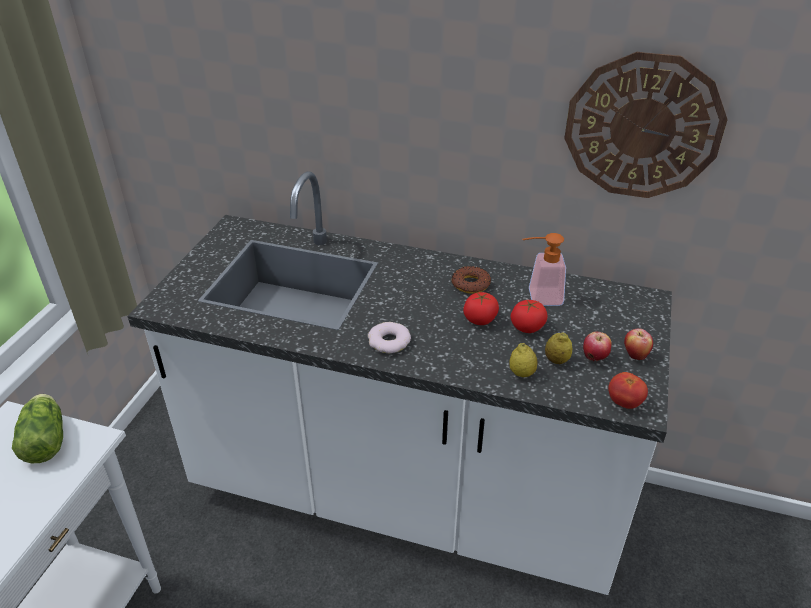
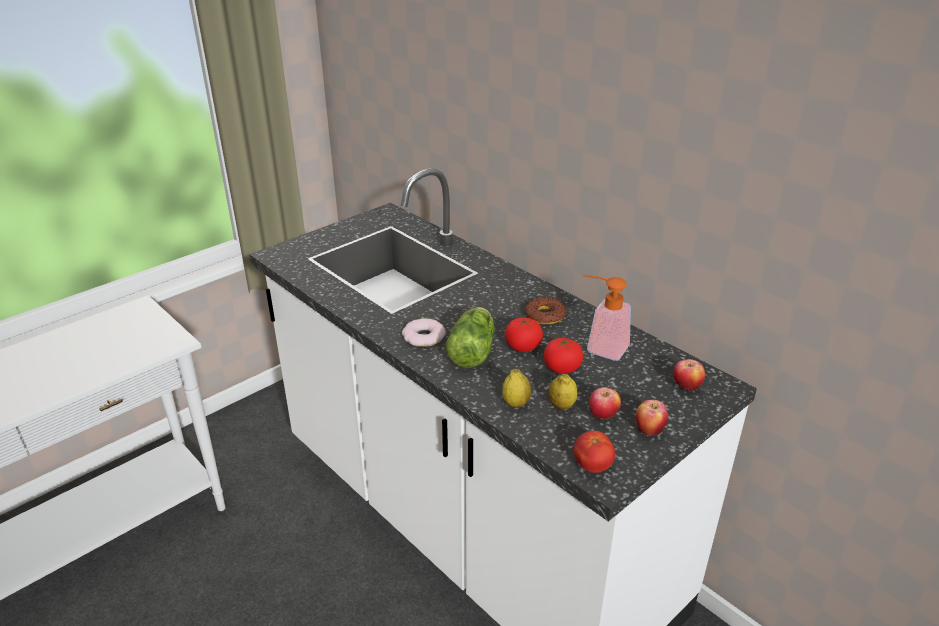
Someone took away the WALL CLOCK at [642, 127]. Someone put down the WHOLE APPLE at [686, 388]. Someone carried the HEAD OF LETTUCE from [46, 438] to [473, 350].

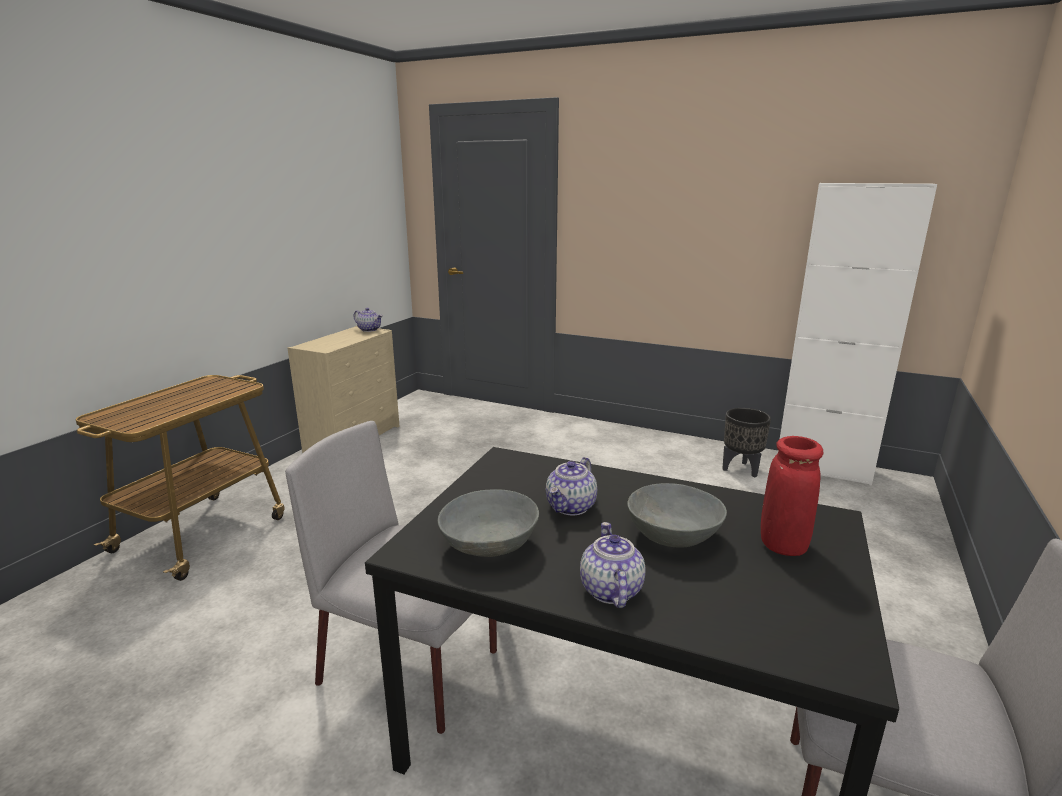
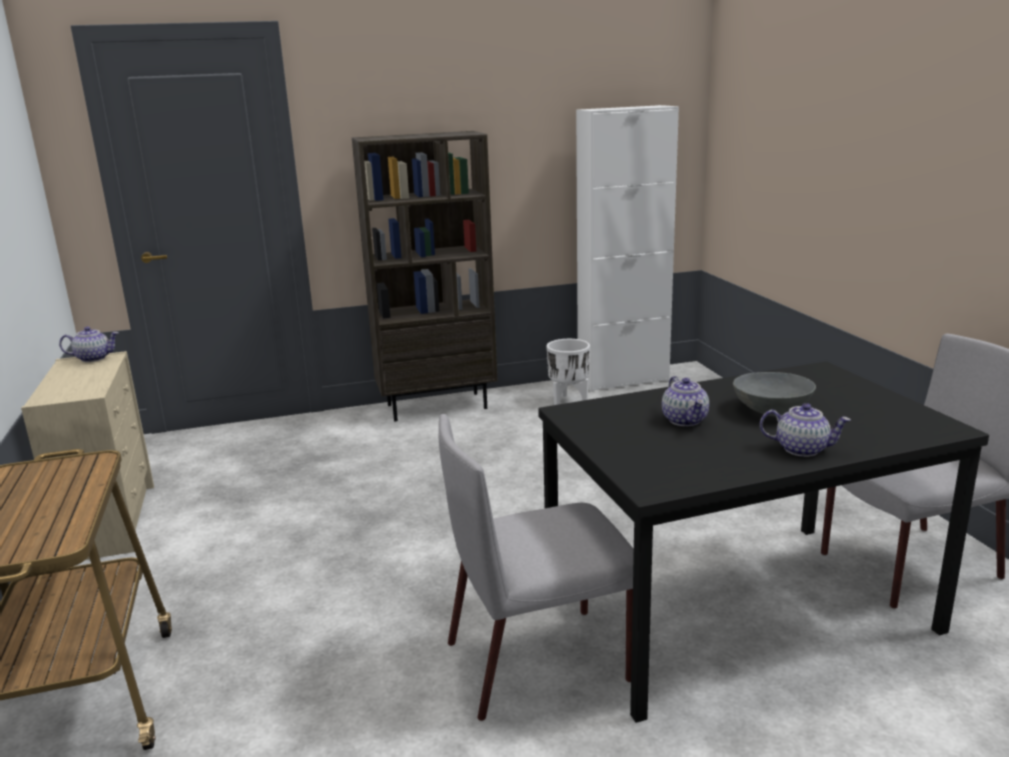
Someone took away the GREYISH SERVING BOWL at [490, 544]. Someone took away the RED VASE at [783, 545]. Someone put down the BROWN SHELVING UNIT at [437, 406]. Someone repainted the BLACK PLANT POT at [741, 469], which became the WHITE PLANT POT at [568, 401]. Someone rotated the TEAPOT at [610, 590] by 150 degrees clockwise.

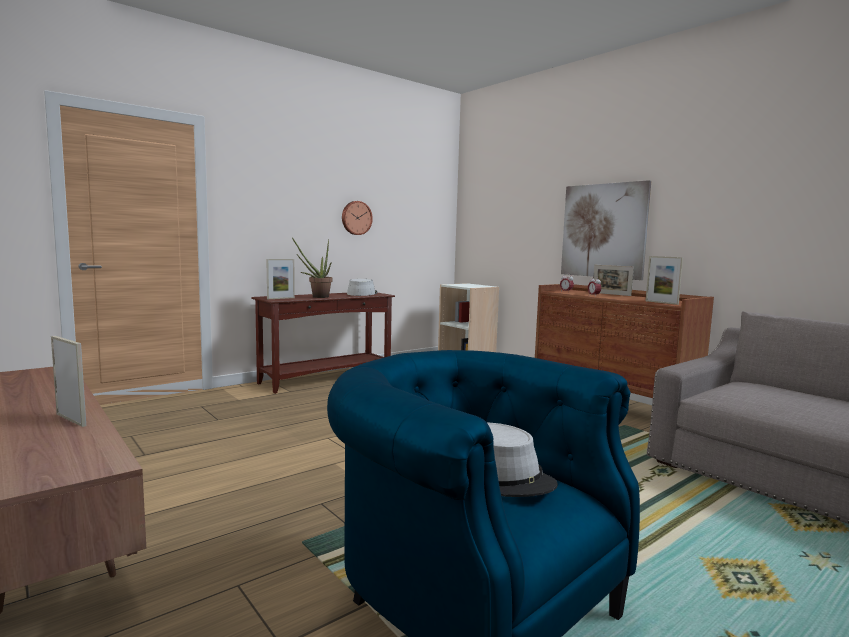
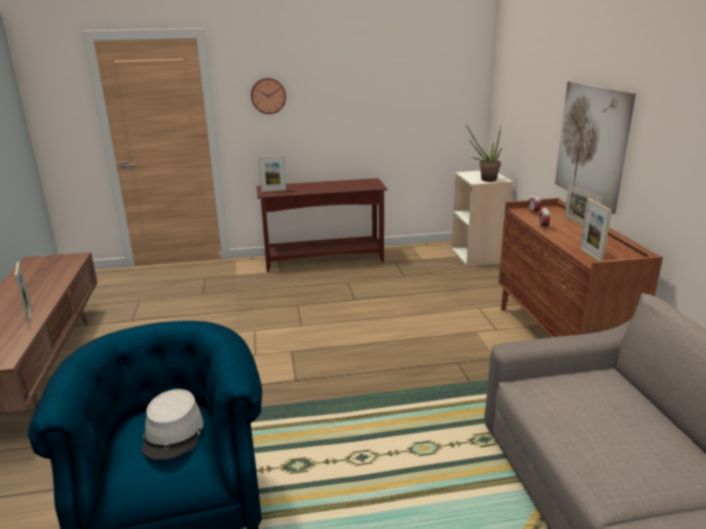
Someone took away the GREYISH HAT at [362, 293]. Someone carried the HOUSEPLANT from [316, 297] to [485, 179]. Someone carried the WALL CLOCK from [356, 218] to [268, 95].

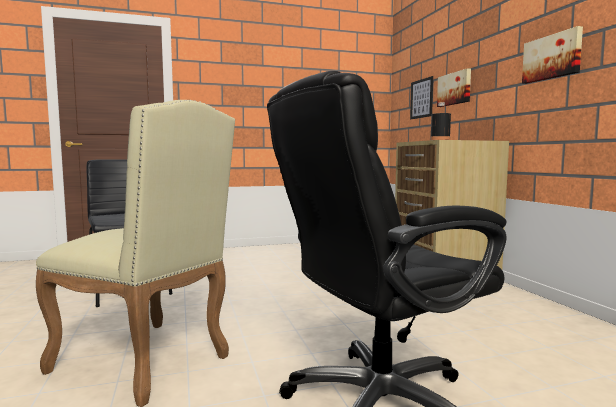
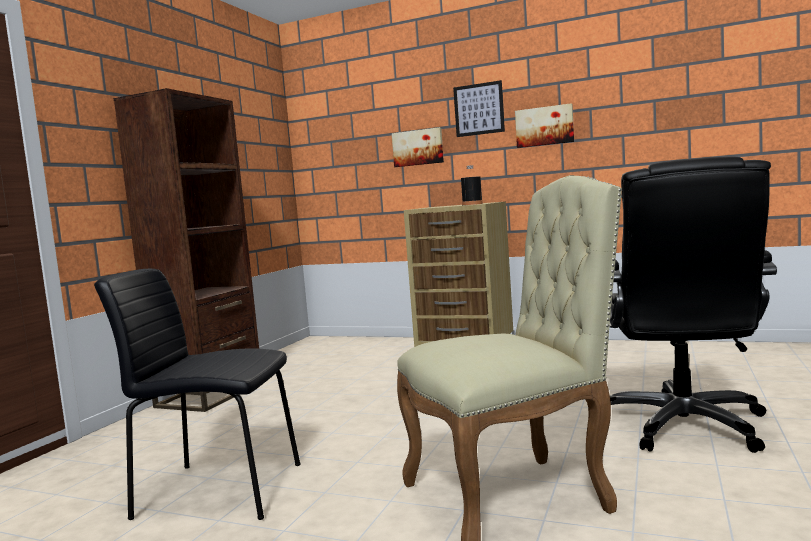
Someone put down the BROWN SHELVING UNIT at [211, 394]. Someone carried the WALL PICTURE from [421, 98] to [479, 109].

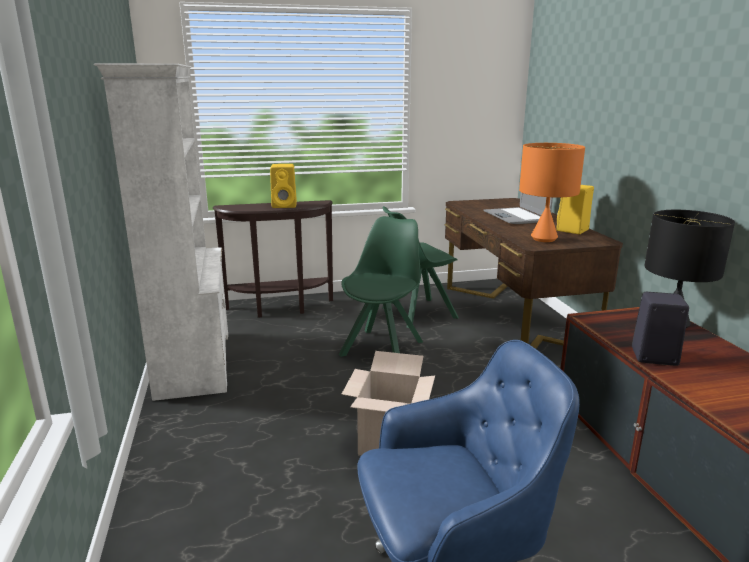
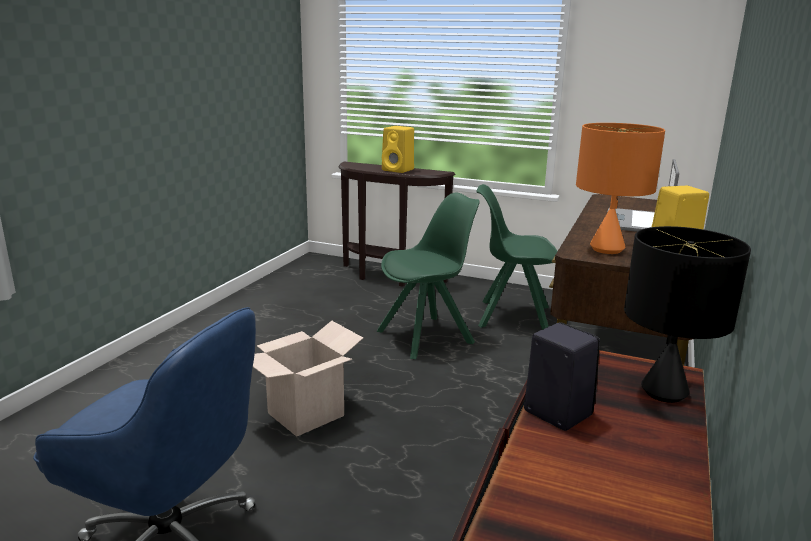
Someone took away the WHITE SHELVING UNIT at [193, 362].

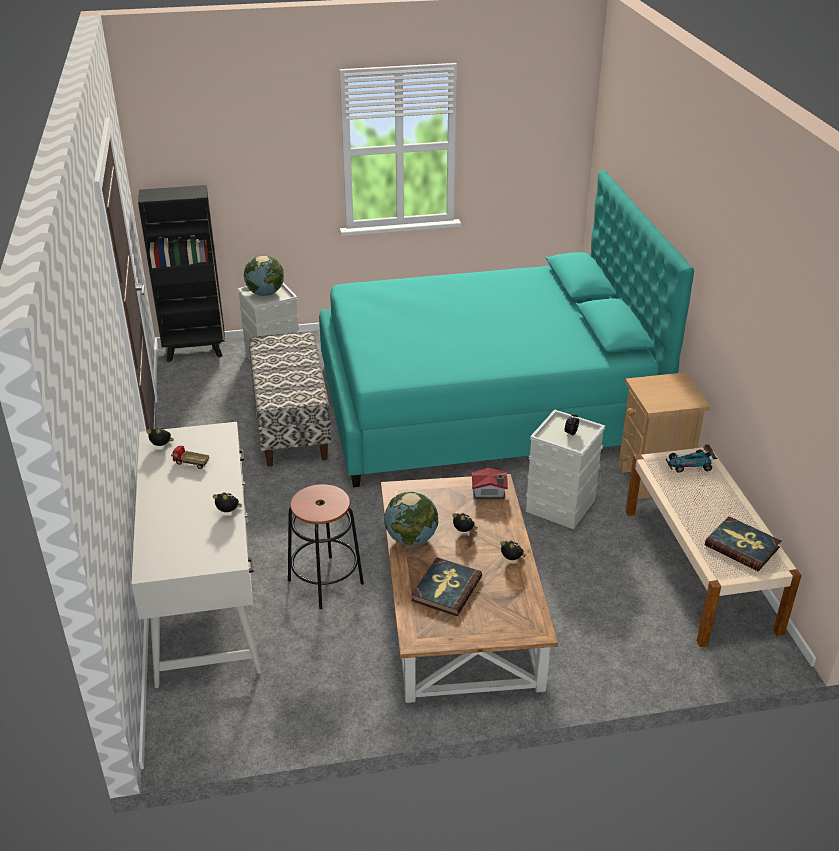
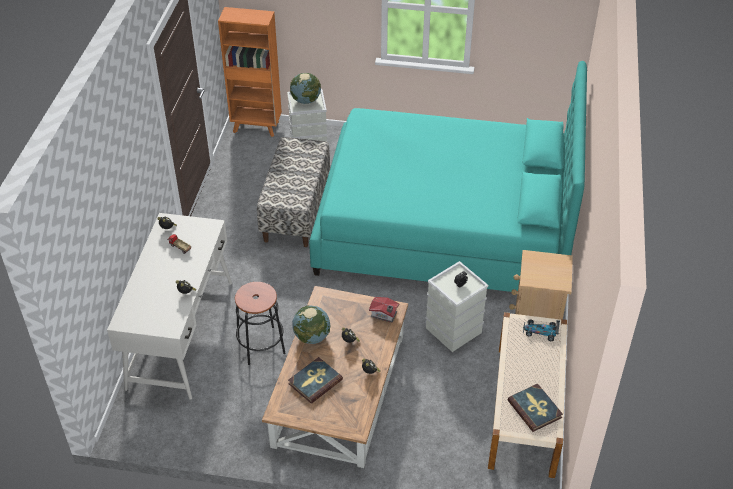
Someone repainted the BLACK SHELVING UNIT at [196, 351], which became the ORANGE SHELVING UNIT at [257, 127].

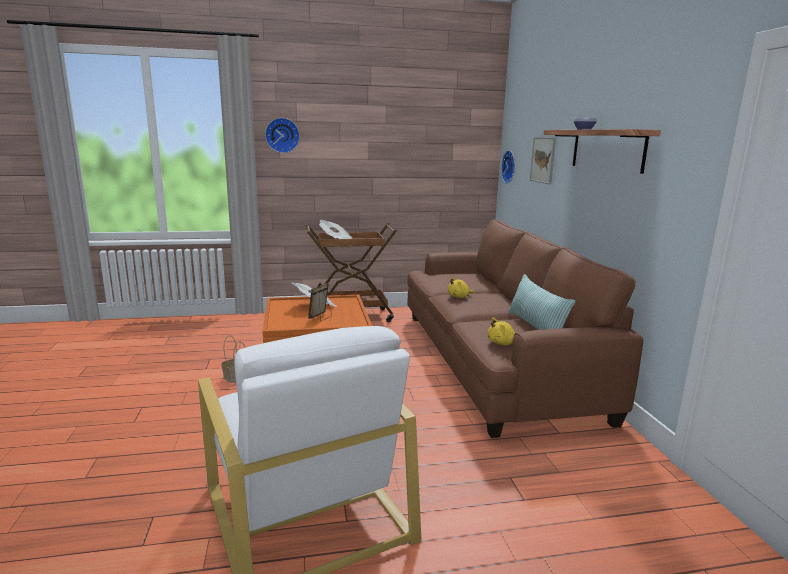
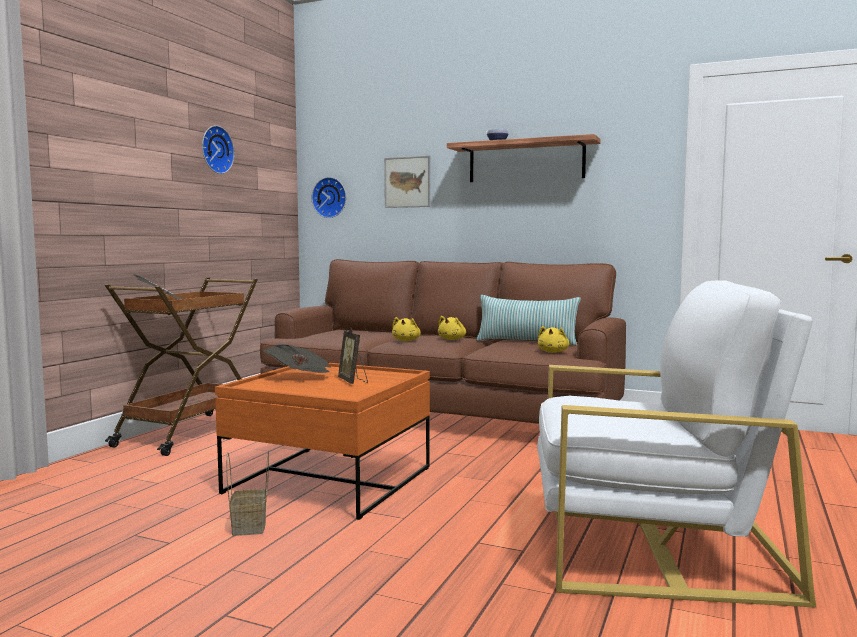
Someone put down the YELLOW PLUSH TOY at [452, 339]. Someone carried the WALL CLOCK from [282, 135] to [215, 150].

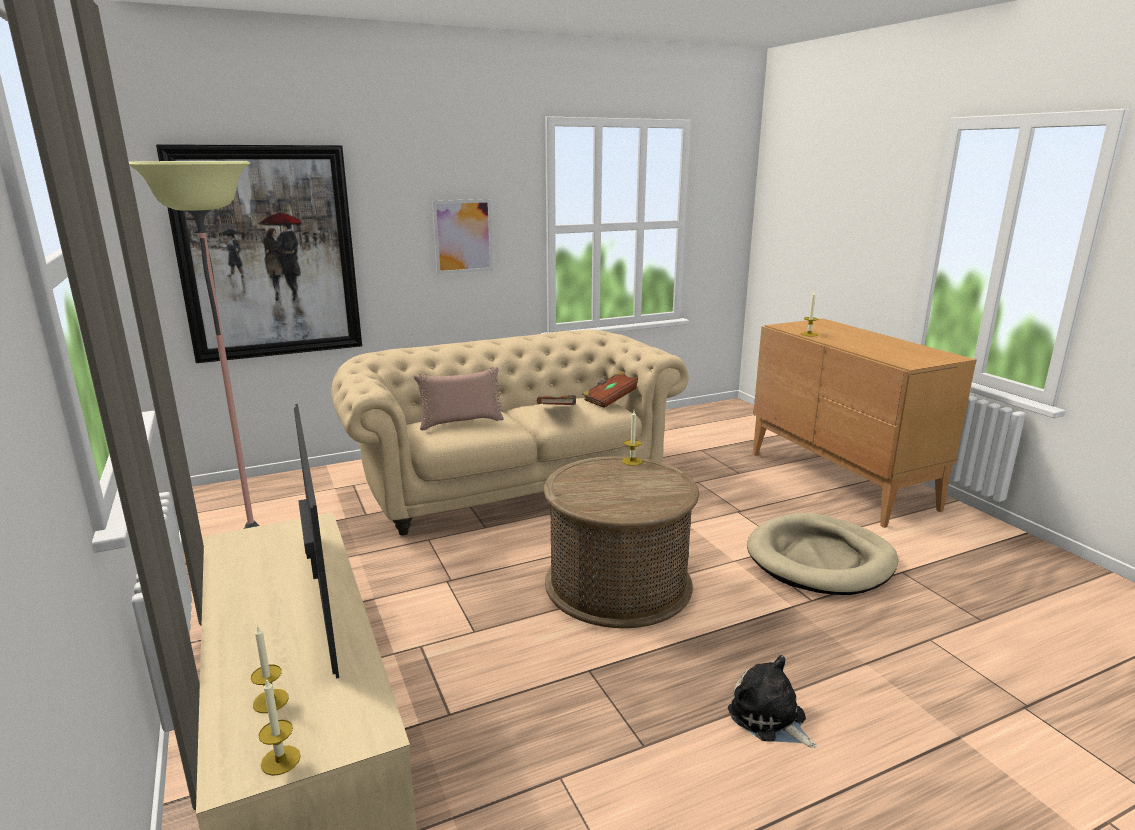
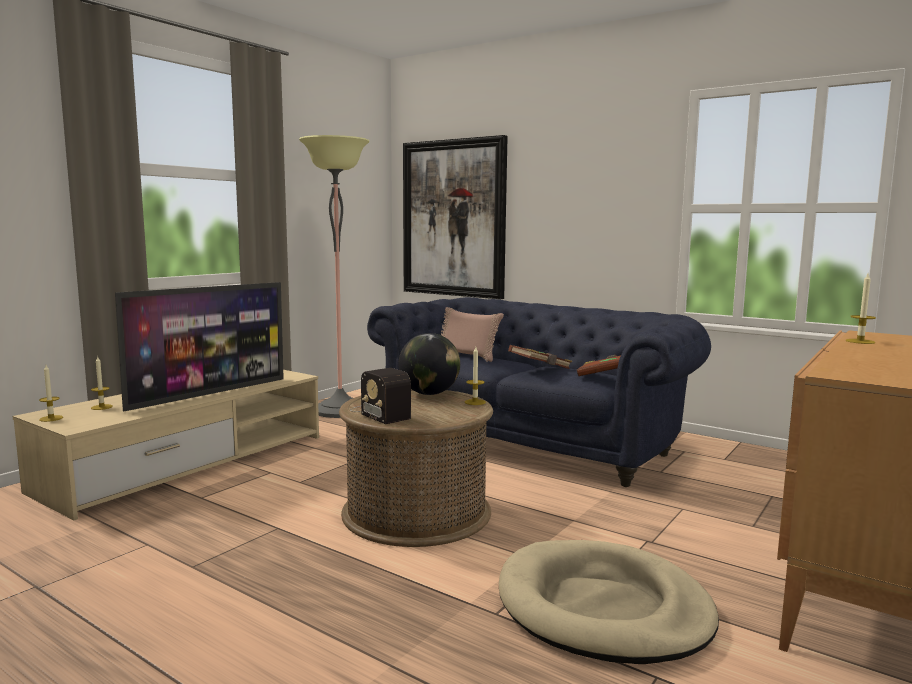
Someone took away the WALL PICTURE at [463, 236]. Someone took away the PLUSH TOY at [769, 718]. Someone put down the RADIO RECEIVER at [380, 412]. Someone put down the GLOBE at [429, 393]. Someone repainted the BEIGE-COLOURED SOFA at [508, 481], which became the BLUE-COLOURED SOFA at [536, 440].

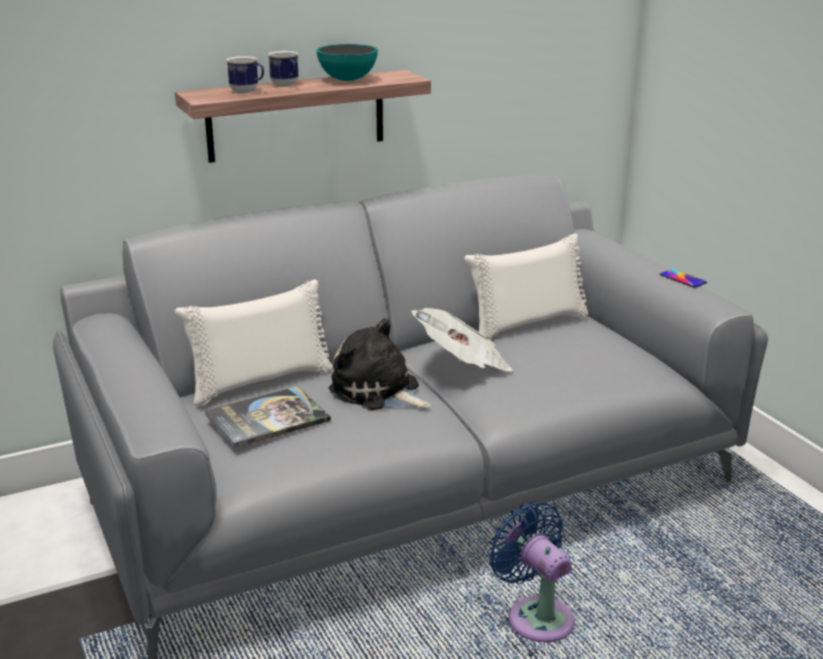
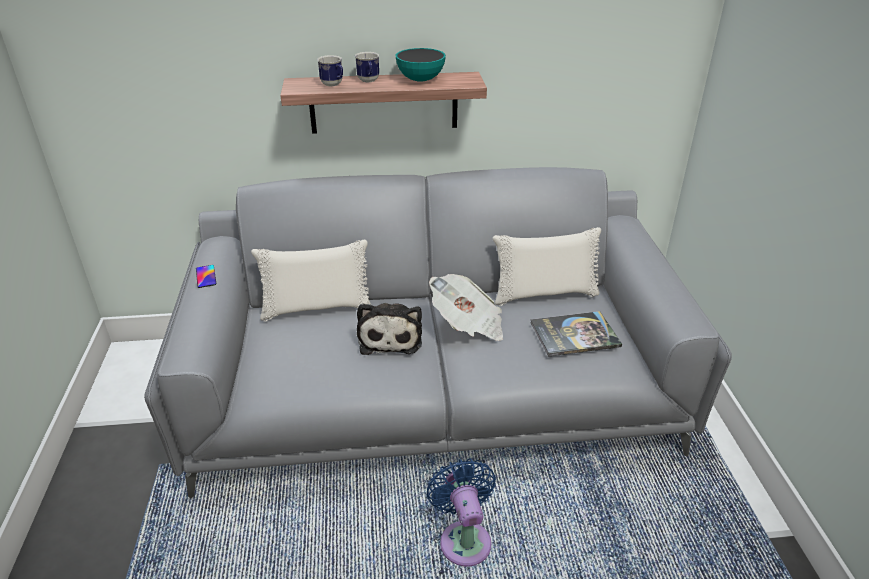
Someone carried the BOUND BOOK from [267, 418] to [574, 334]. Someone carried the PHONE from [683, 279] to [206, 276]. Someone rotated the PLUSH TOY at [378, 391] by 150 degrees counterclockwise.

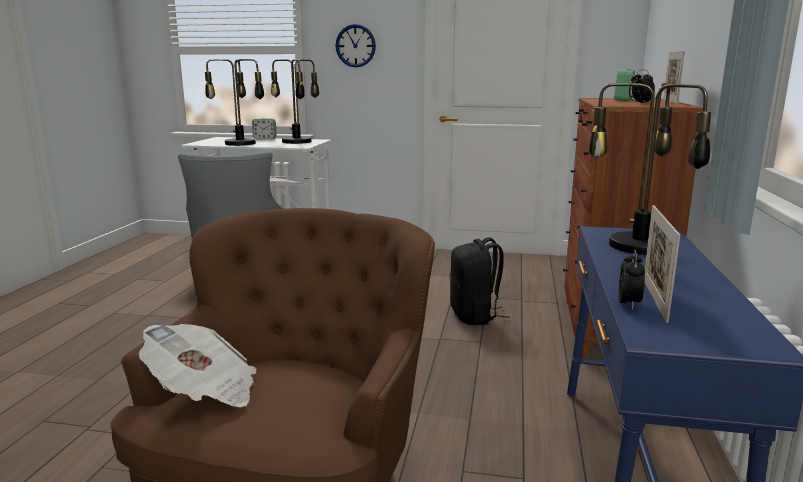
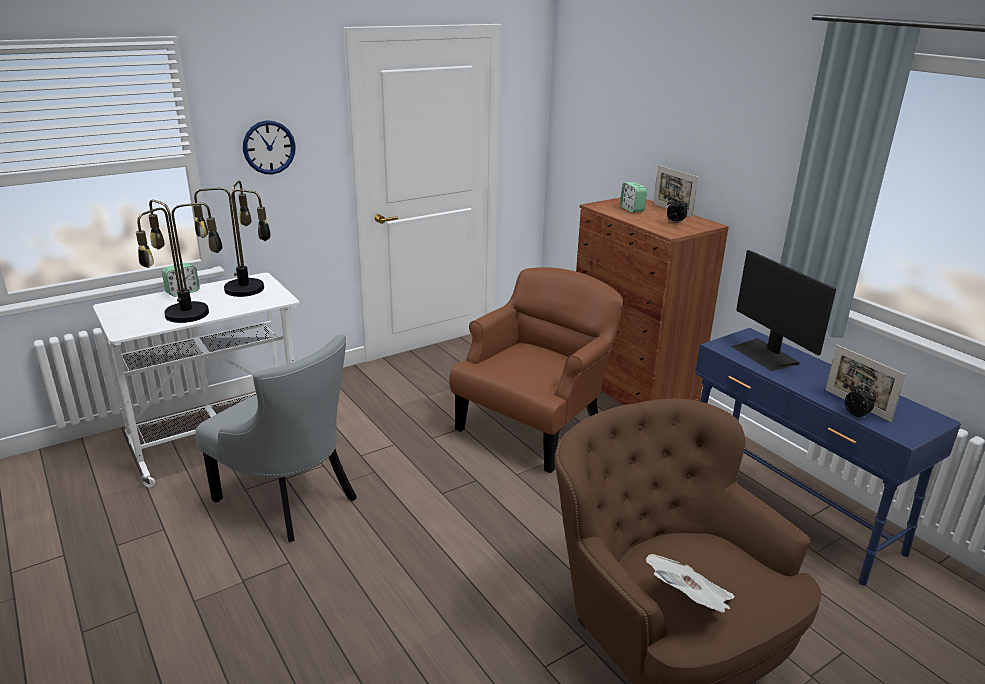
Someone swapped the BLACK BACKPACK at [474, 316] for the BROWN ARMCHAIR at [534, 426]. Someone swapped the TABLE LAMP at [640, 246] for the MONITOR at [765, 355].

